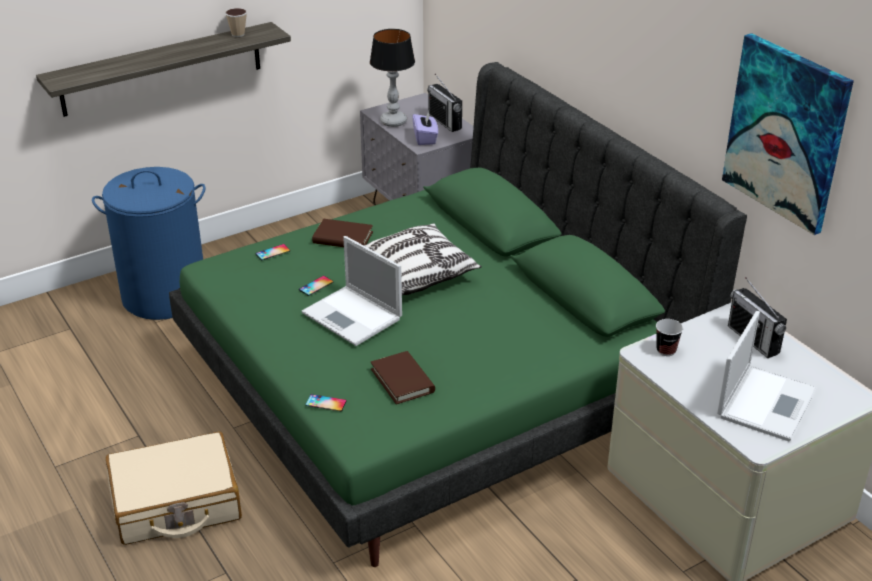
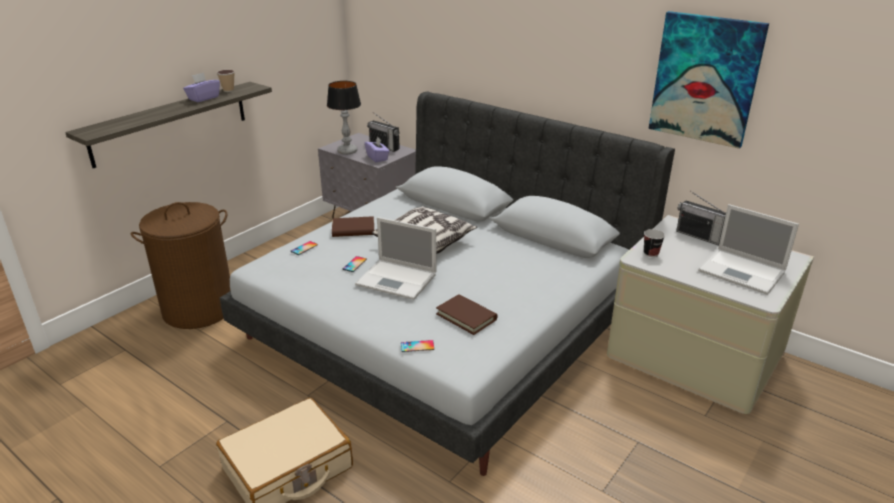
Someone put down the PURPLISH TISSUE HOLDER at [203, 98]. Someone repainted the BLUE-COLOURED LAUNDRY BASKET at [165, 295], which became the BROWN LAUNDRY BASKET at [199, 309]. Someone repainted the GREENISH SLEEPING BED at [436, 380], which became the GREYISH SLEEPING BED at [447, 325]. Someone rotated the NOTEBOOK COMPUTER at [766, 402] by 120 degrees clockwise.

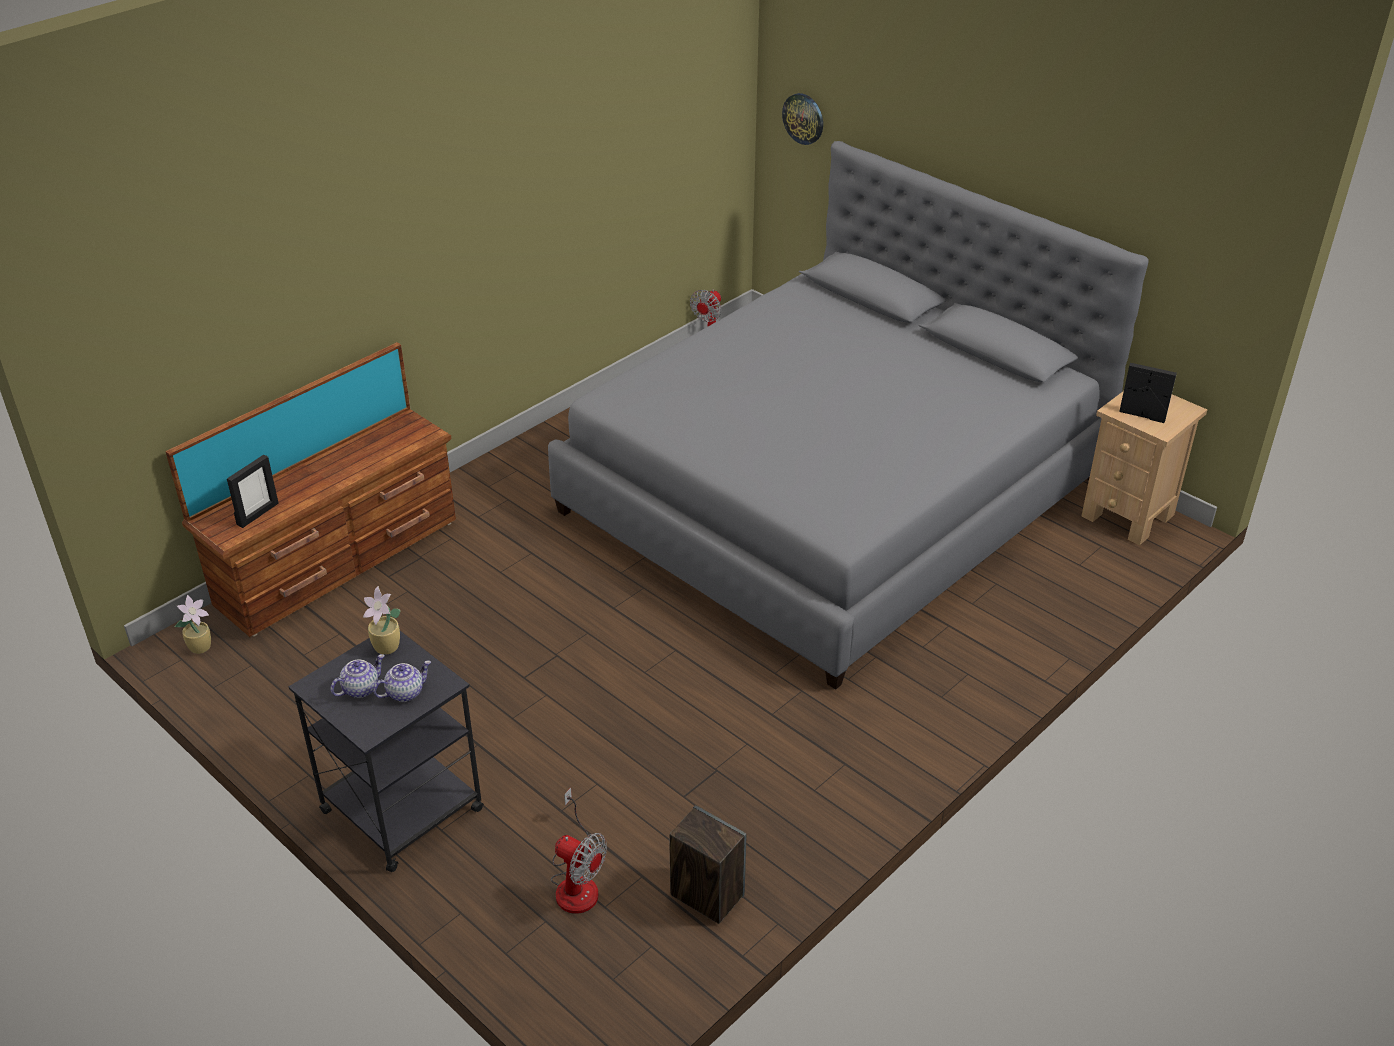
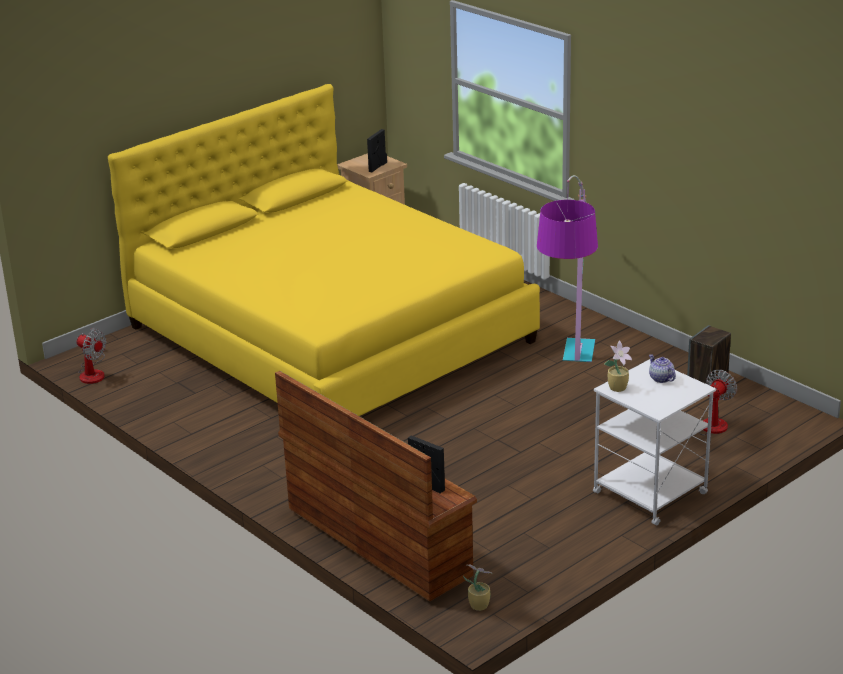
Someone took away the TEAPOT at [361, 688]. Someone took away the WALL CLOCK at [803, 118]. Someone put down the STANDARD LAMP at [571, 391]. Someone repainted the BLACK CART at [400, 807], which became the WHITE CART at [649, 494]. Someone repainted the GREYISH SLEEPING BED at [832, 494], which became the YELLOW SLEEPING BED at [330, 334].

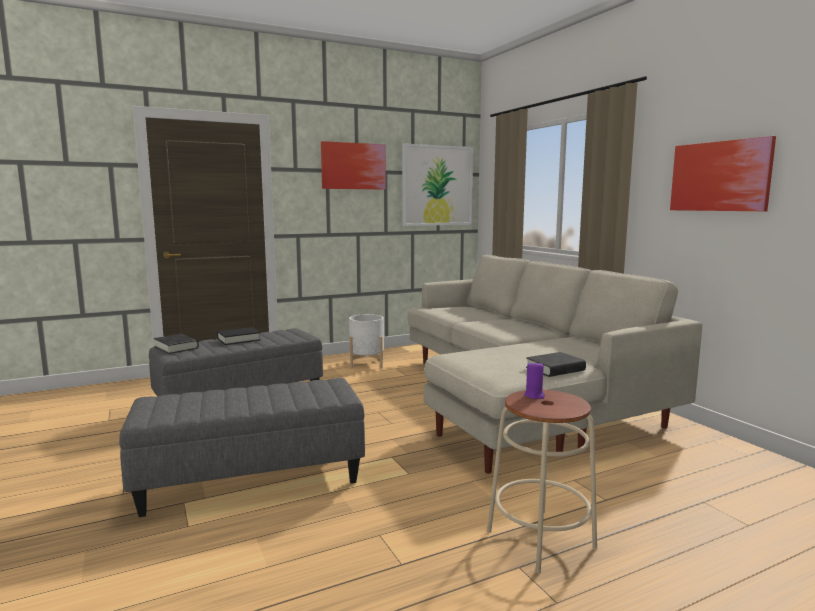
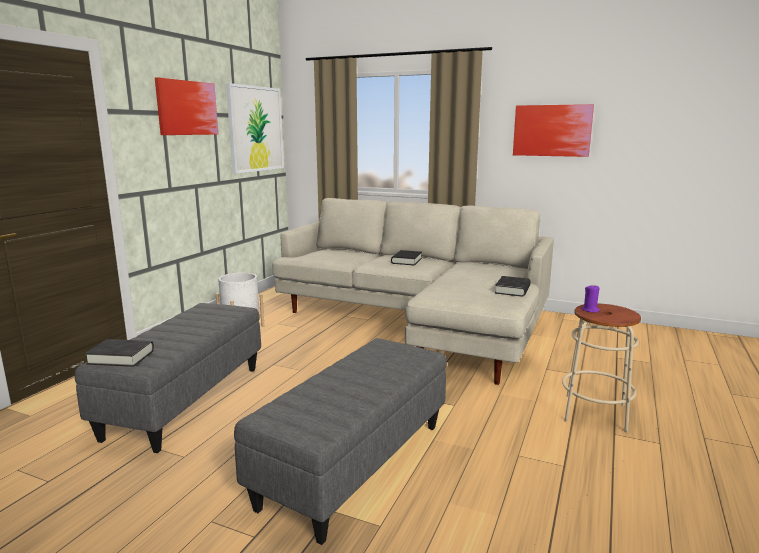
Someone carried the BLACK BOUND BOOK from [239, 339] to [406, 261].

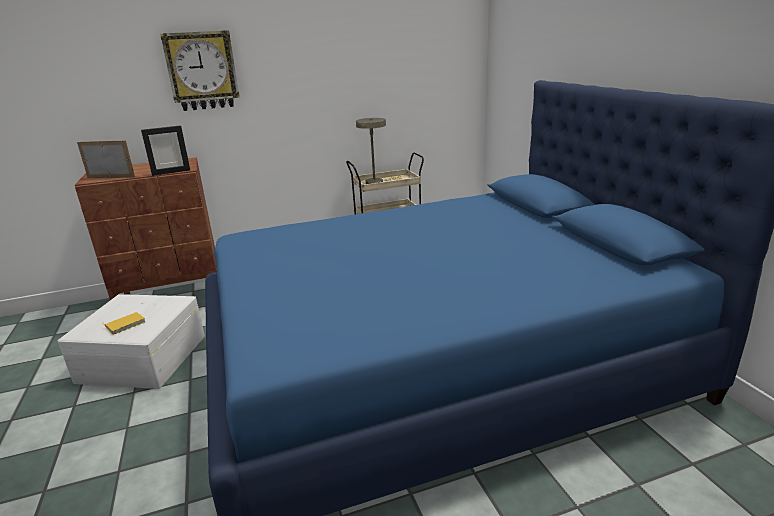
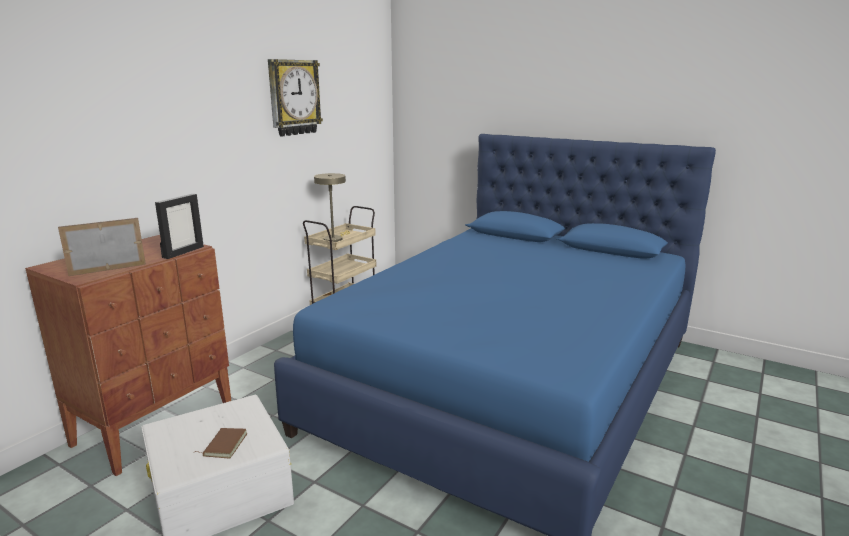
Someone carried the WALL CLOCK from [202, 71] to [293, 97]. Someone repainted the YELLOW BOUND BOOK at [125, 324], which became the BROWN BOUND BOOK at [224, 445].

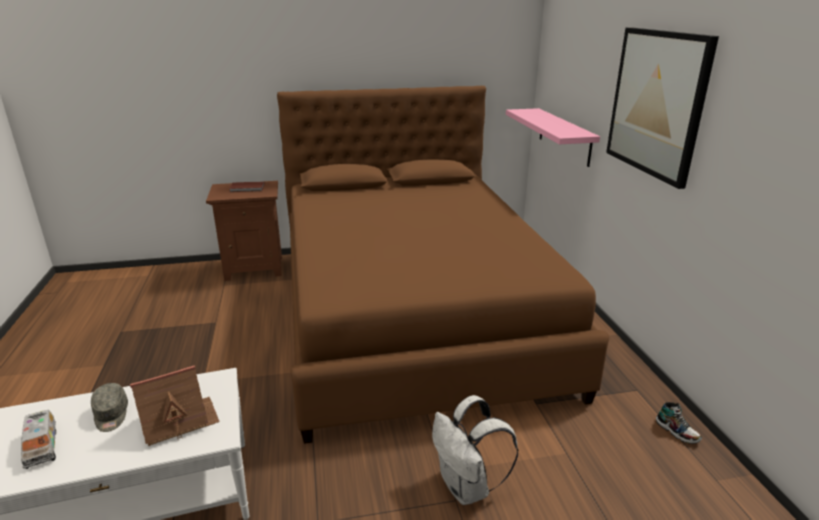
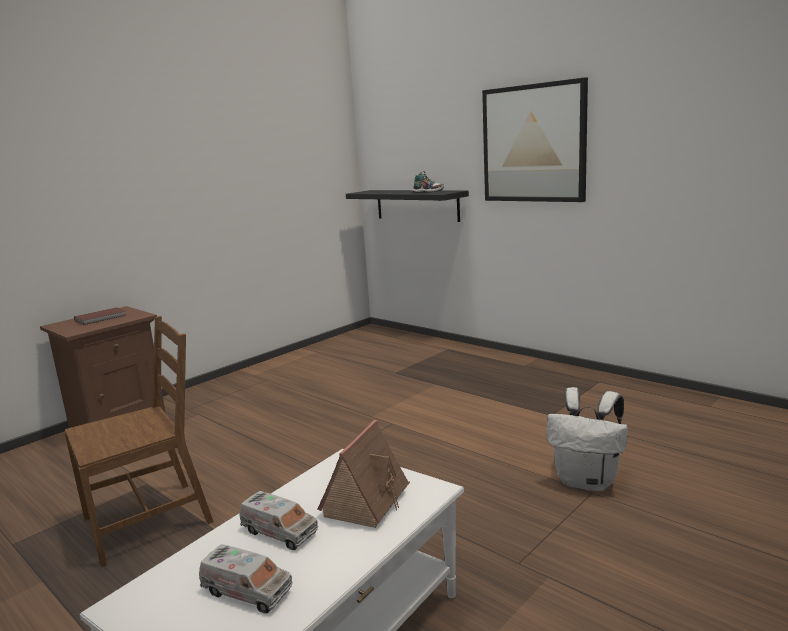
Someone took away the BROWN SLEEPING BED at [412, 313]. Someone put down the BROWN PLAIN CHAIR at [149, 520]. Someone carried the LOW SHOE from [677, 431] to [428, 191]. Someone swapped the GREYISH CAP at [111, 415] for the TOY LORRY at [279, 532]. Someone repainted the PINK SHELF at [564, 136], which became the BLACK SHELF at [417, 205].

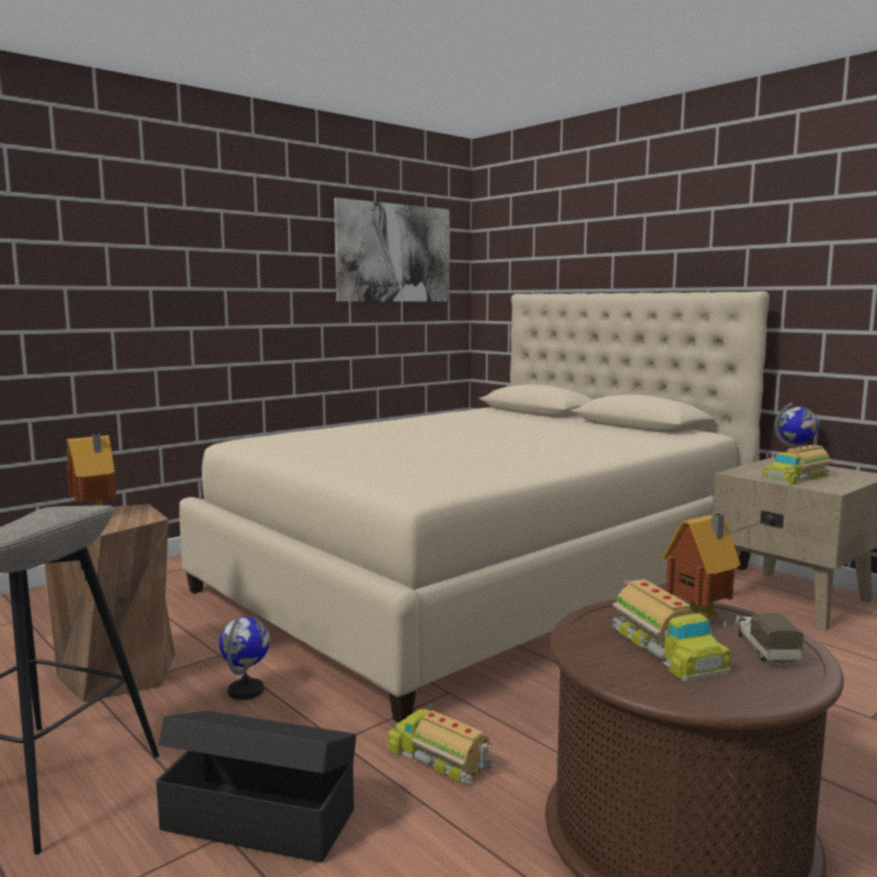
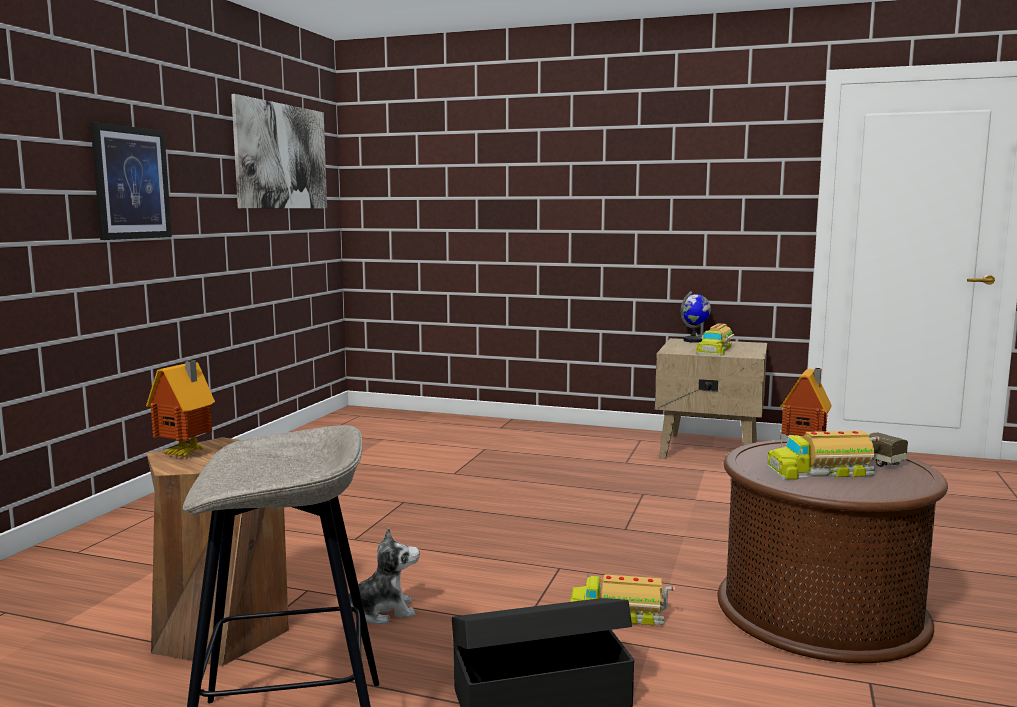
Someone took away the BEIGE-COLOURED SLEEPING BED at [481, 579]. Someone put up the WALL PICTURE at [131, 183]. Someone swapped the GLOBE at [246, 691] for the PLUSH TOY at [382, 611]. Someone rotated the TOY LORRY at [664, 649] by 135 degrees clockwise.

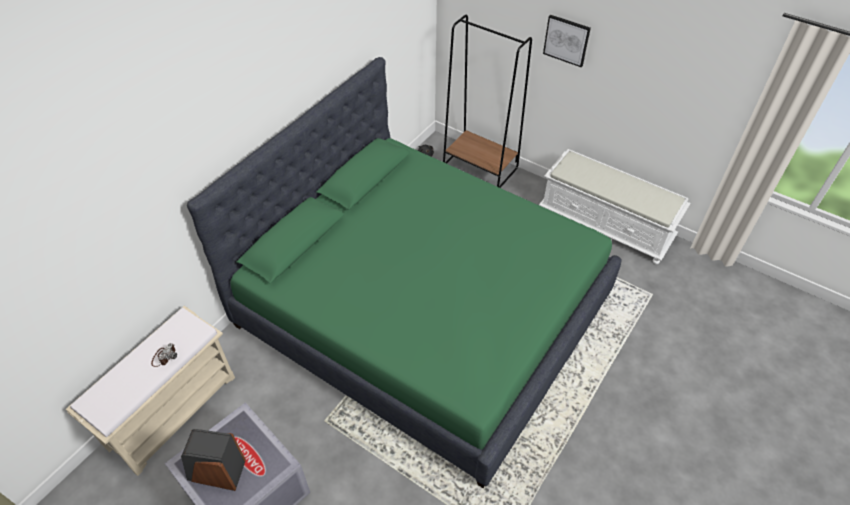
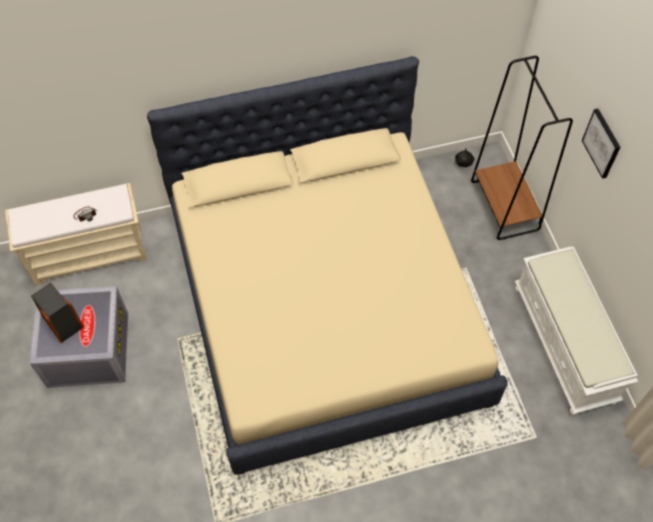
Someone repainted the GREENISH SLEEPING BED at [423, 310], which became the BEIGE-COLOURED SLEEPING BED at [325, 306].

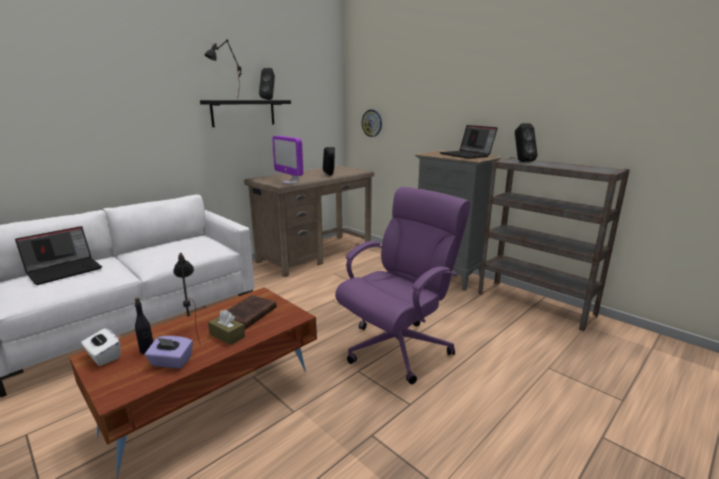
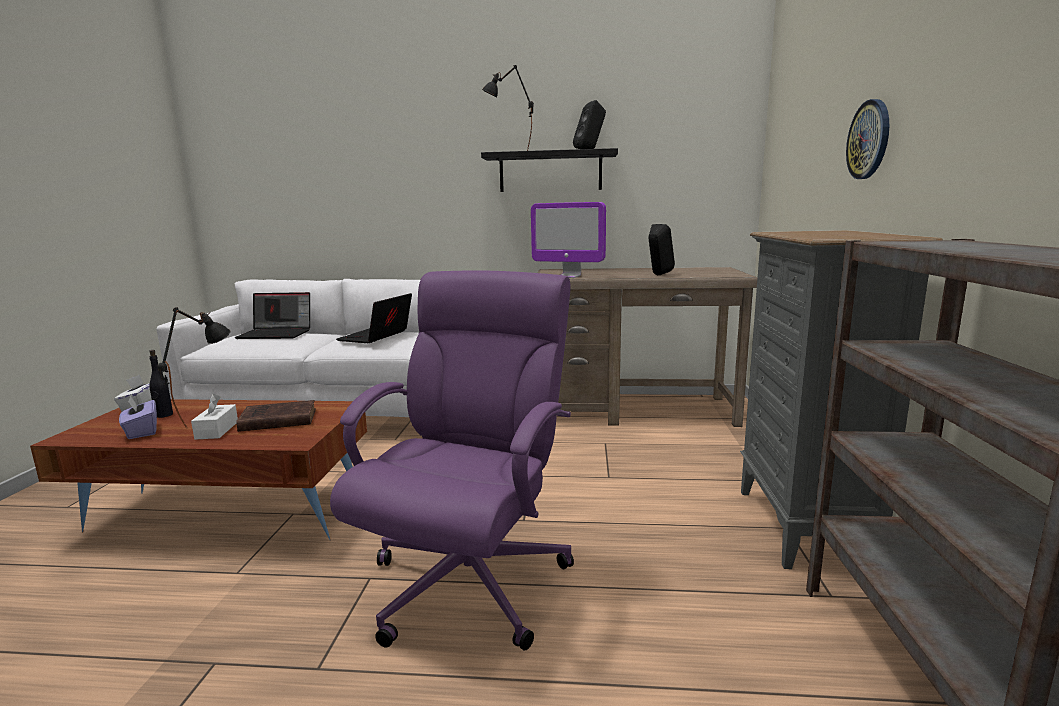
Someone took away the BLACK LOUDSPEAKER at [521, 161]. Someone carried the WALL CLOCK from [372, 123] to [869, 140]. Someone carried the NOTEBOOK COMPUTER from [467, 155] to [376, 336]. Someone repainted the BROWN TISSUE HOLDER at [227, 335], which became the WHITE TISSUE HOLDER at [217, 430]. Someone rotated the MONITOR at [290, 182] by 75 degrees counterclockwise. Someone rotated the PURPLISH DESK CHAIR at [397, 348] by 75 degrees counterclockwise.

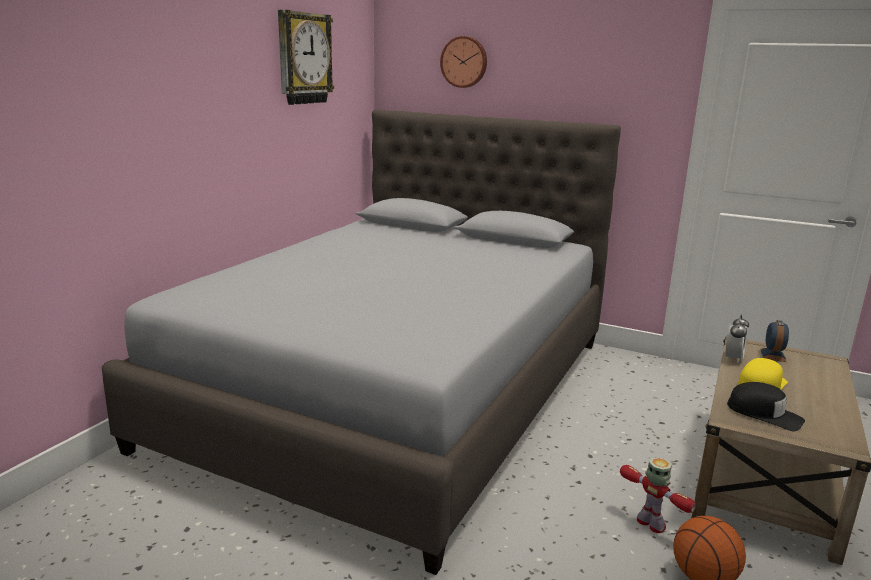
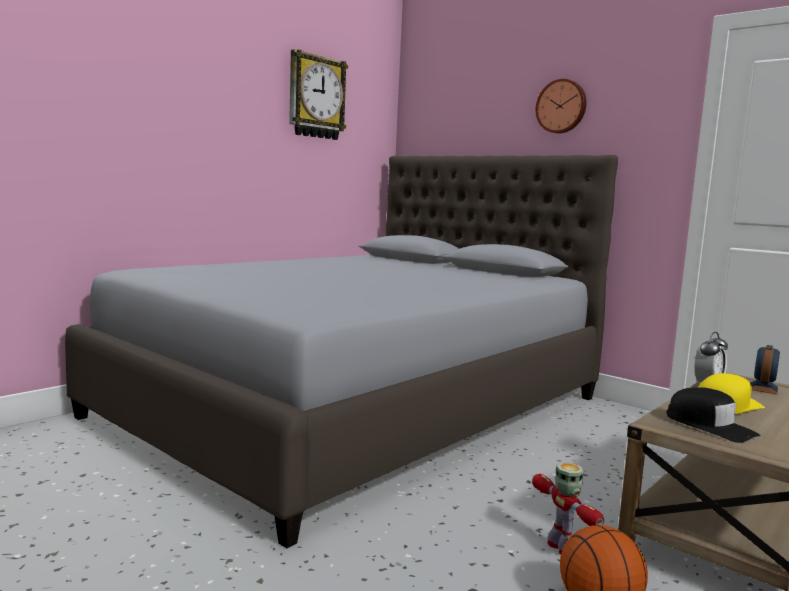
Someone carried the WALL CLOCK from [464, 62] to [561, 106].

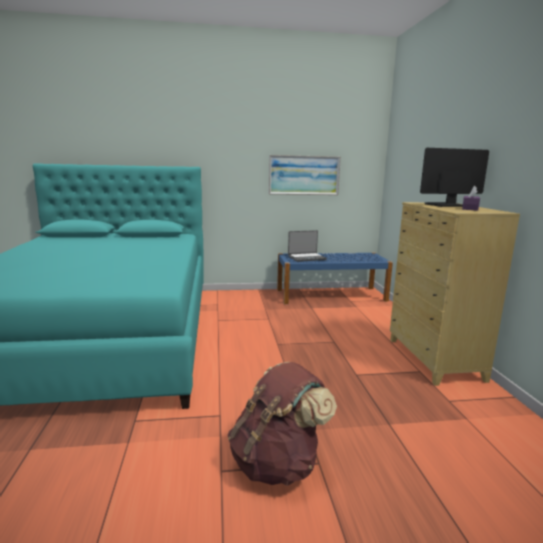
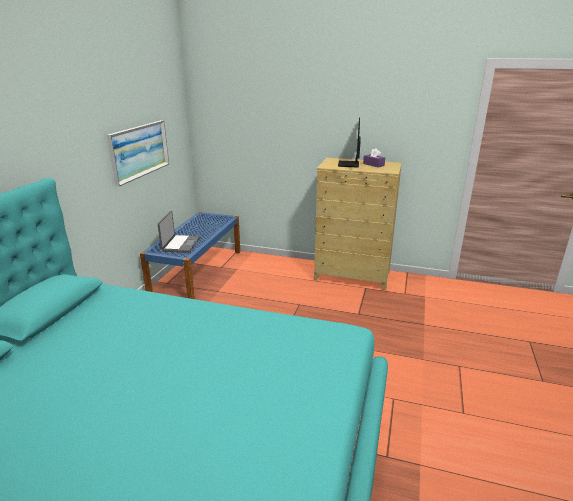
Someone took away the BROWN BACKPACK at [277, 463].

